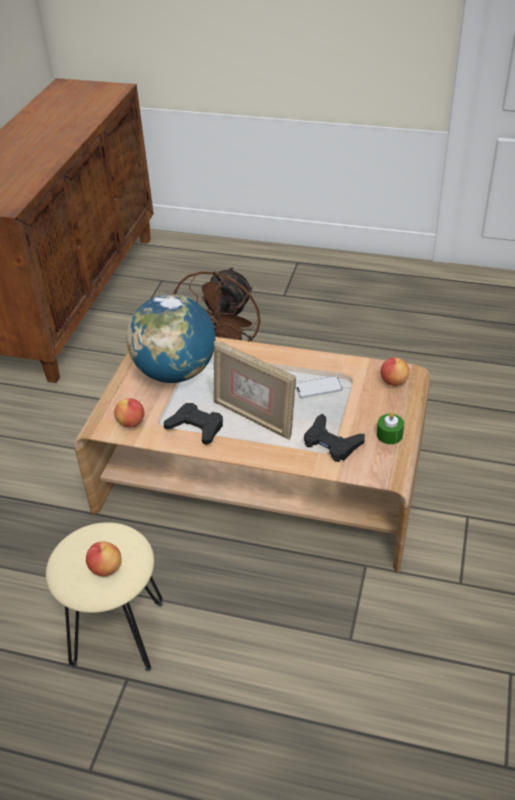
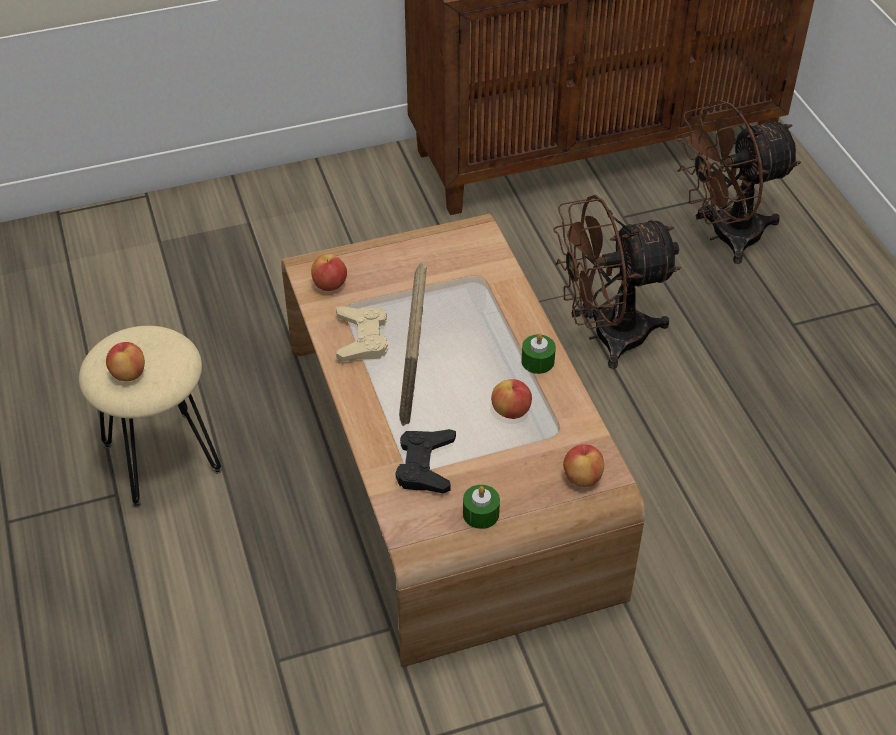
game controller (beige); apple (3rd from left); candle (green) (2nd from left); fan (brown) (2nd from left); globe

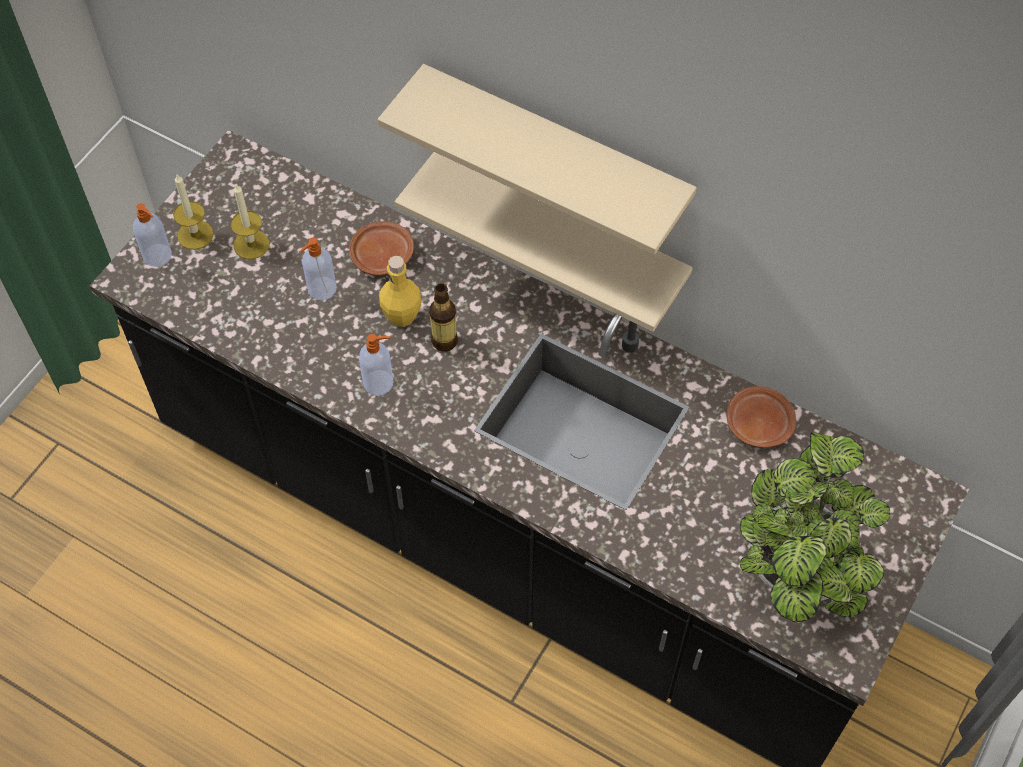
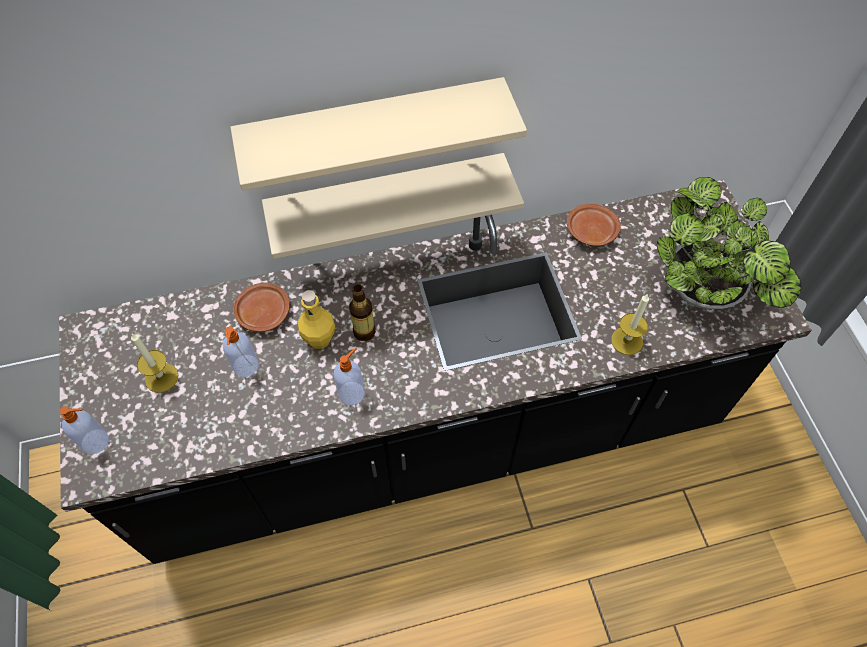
candle (2nd from left)

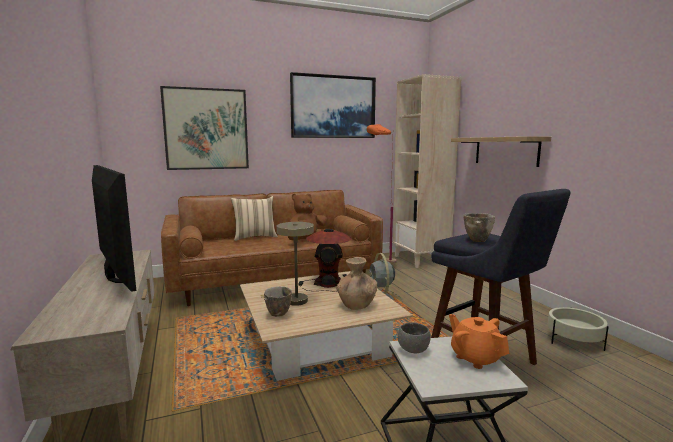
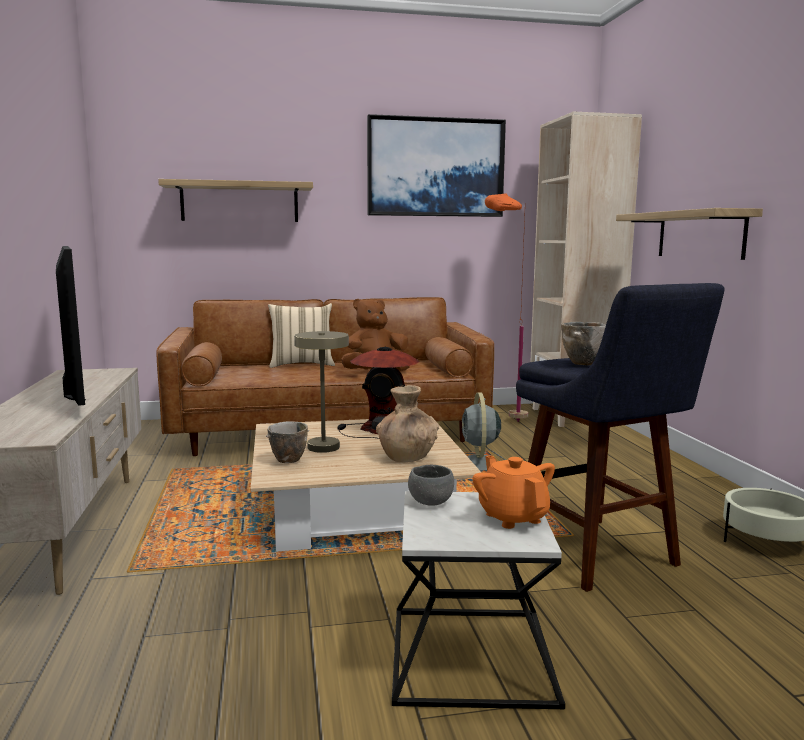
shelf (1st from left)

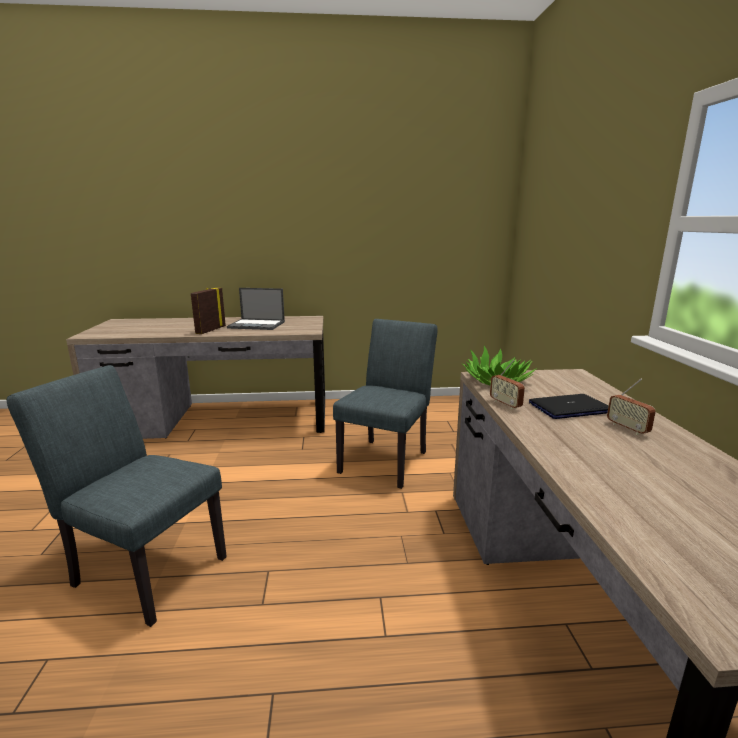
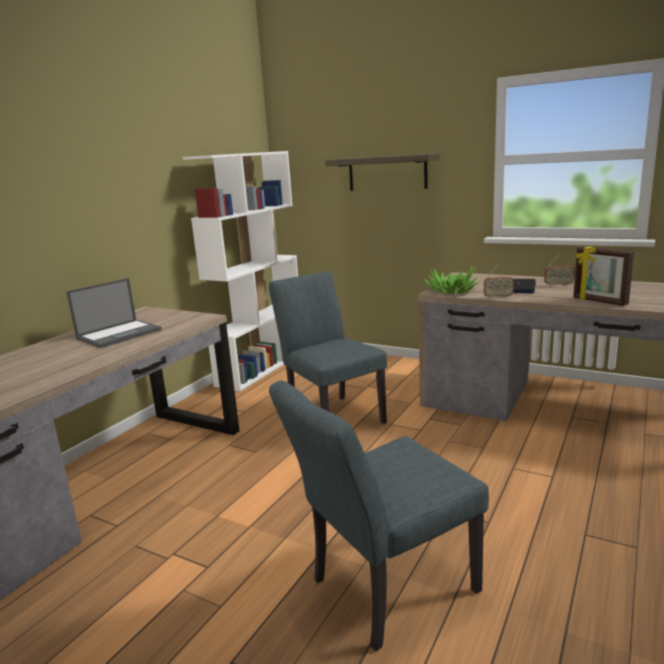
bookcase (white); shelf; picture frame

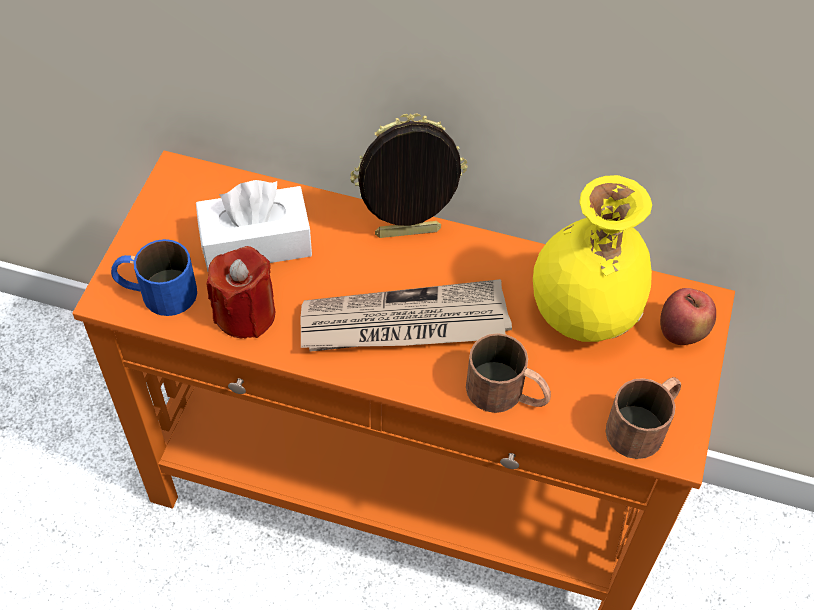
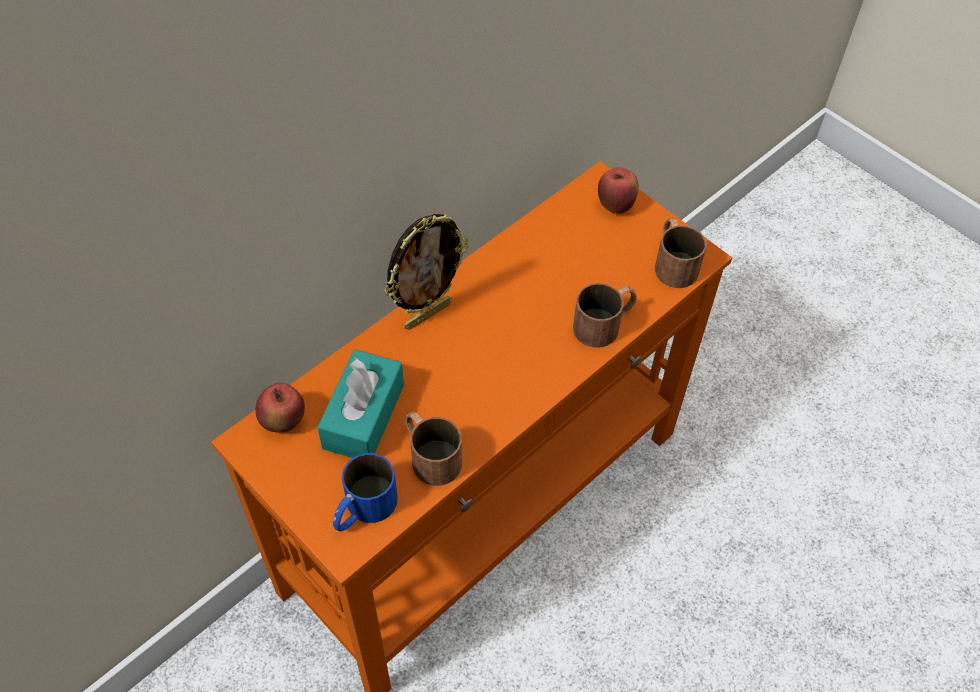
apple (1st from left); tissue box (turquoise); picture frame; mug (brown) (1st from left); newspaper; vase (yellow)

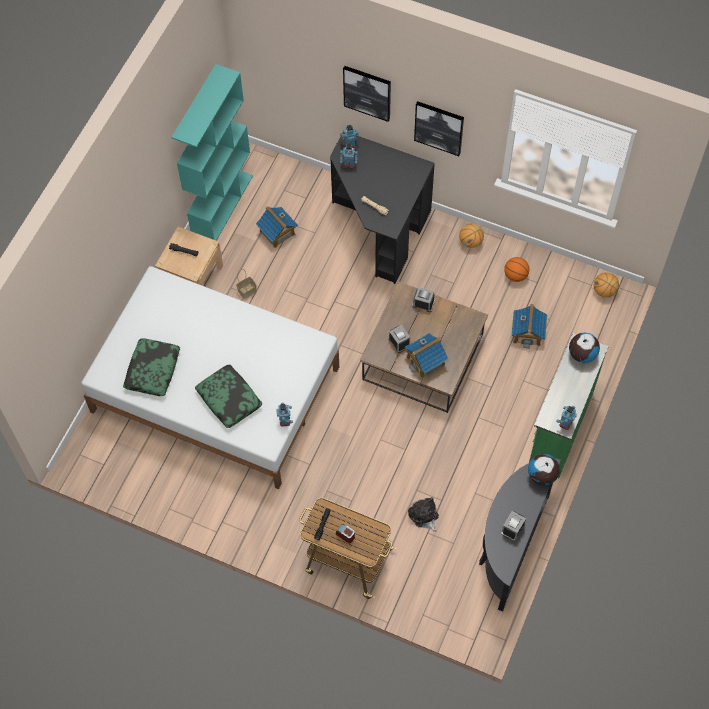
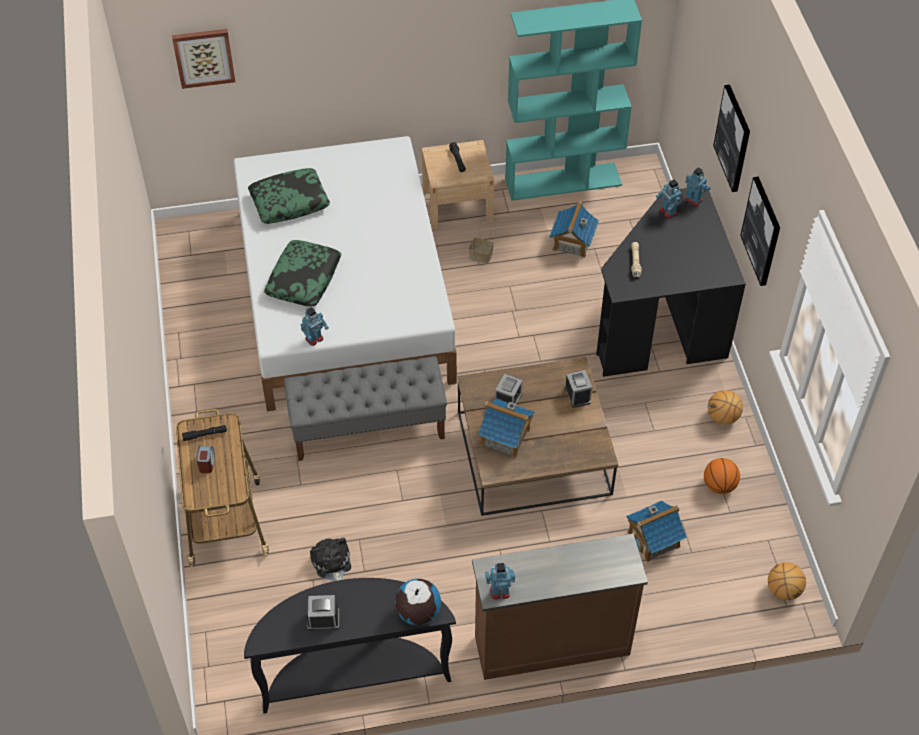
picture (1st from left); bench (grey); plush toy; dresser (brown); globe (2nd from left in the first image)

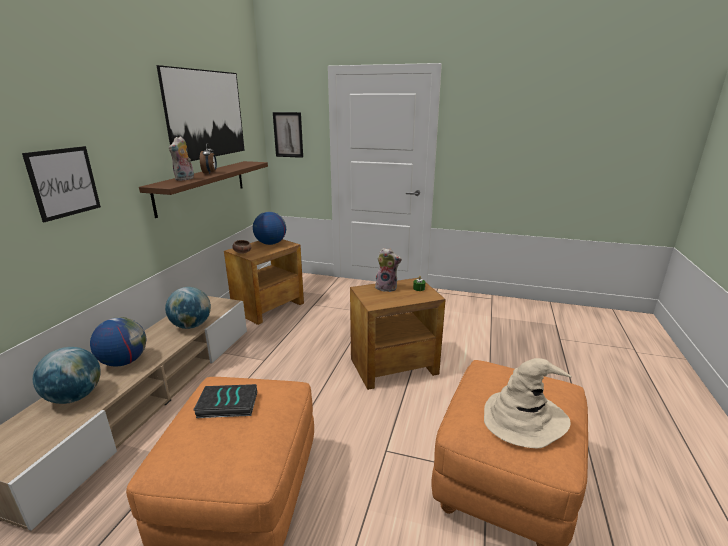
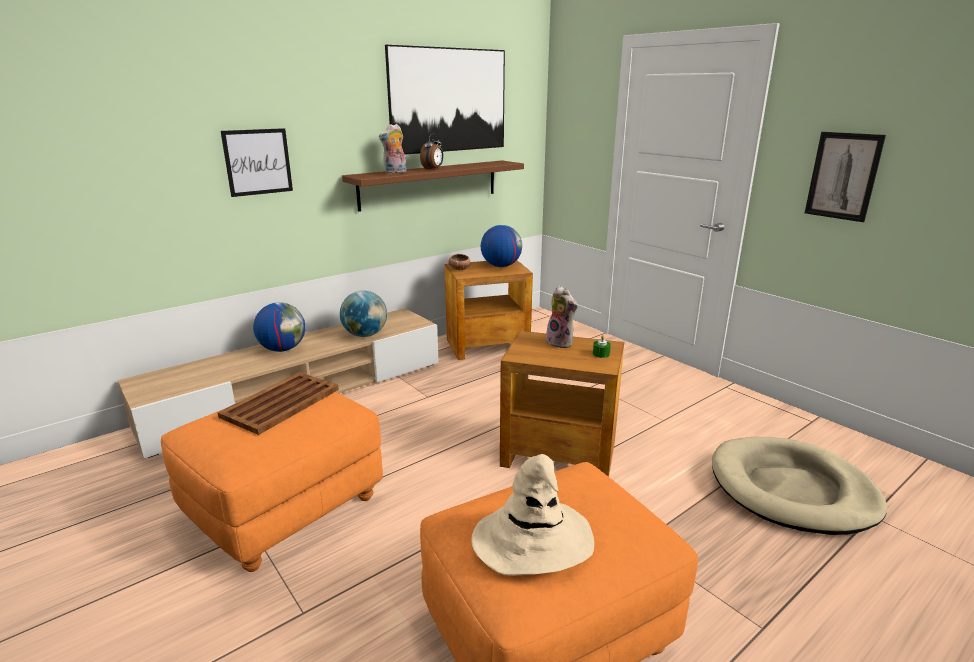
tray (brown); dog bed (beige); picture (3rd from left); globe (1st from left in the first image)

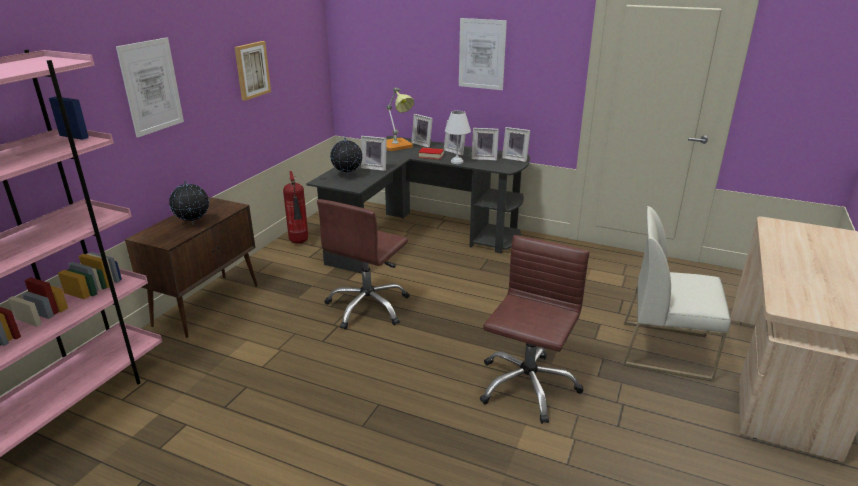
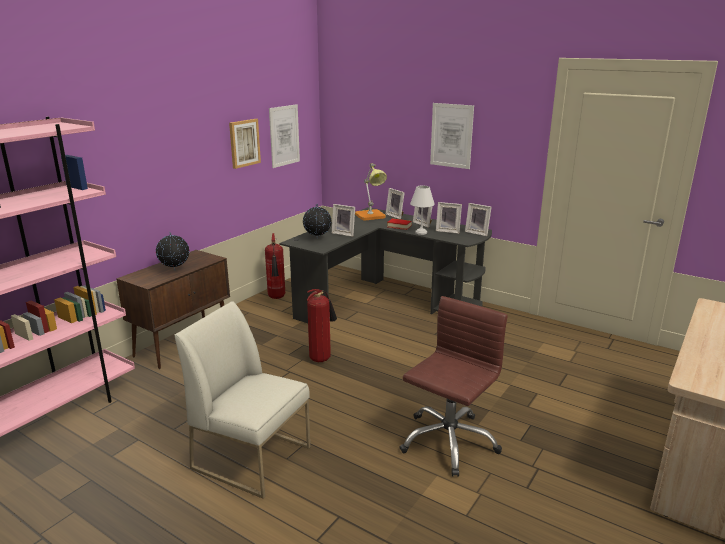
chair (white); picture (2nd from left); fire extinguisher (2nd from left)

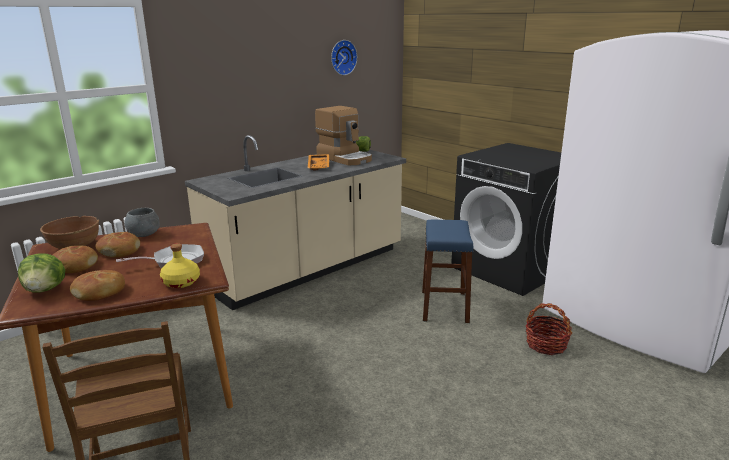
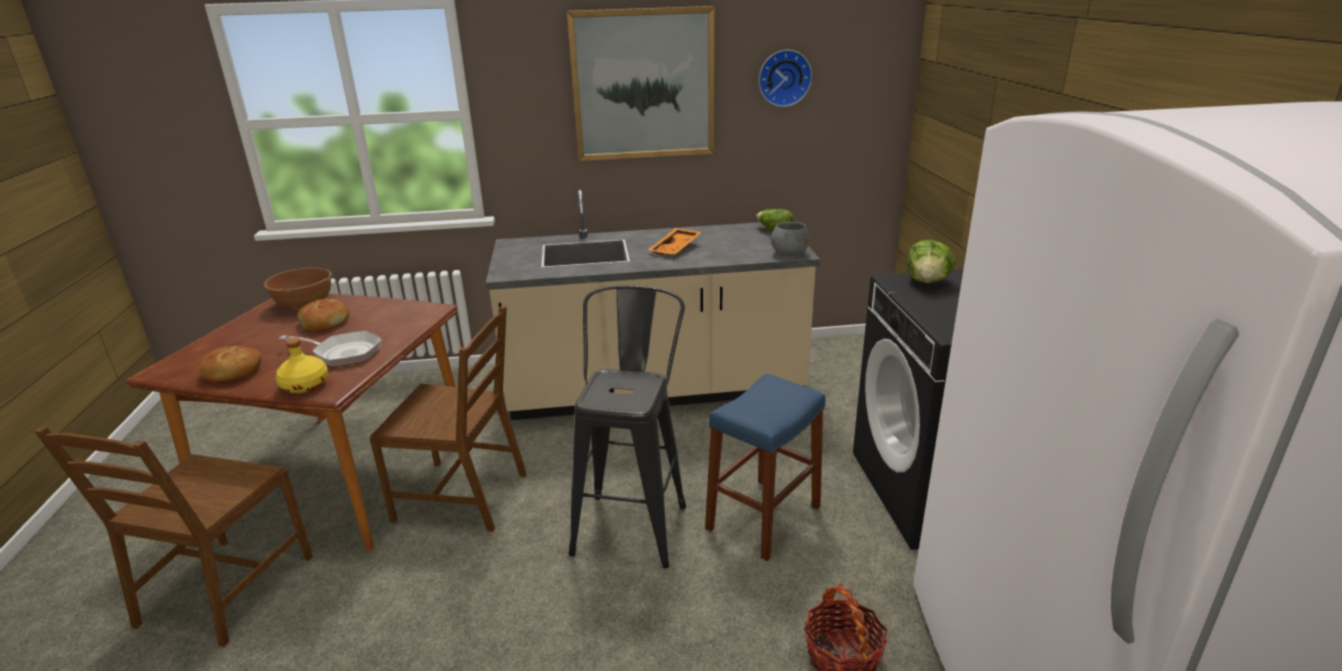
chair (brown) (2nd from left); picture; stool (black); bowl (grey); lettuce (2nd from left); bread (1st from left in the first image); coffee machine

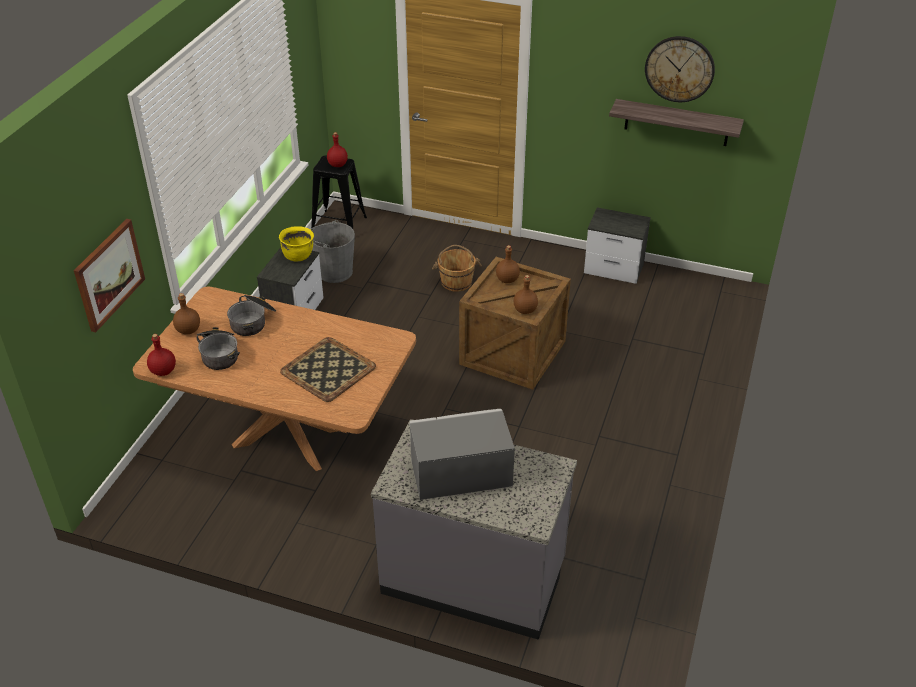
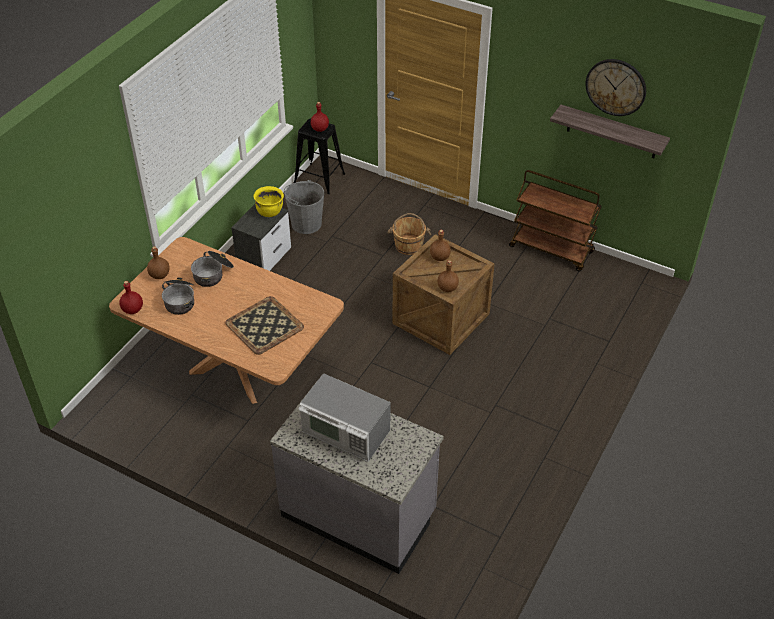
microwave; cart (brown); picture

